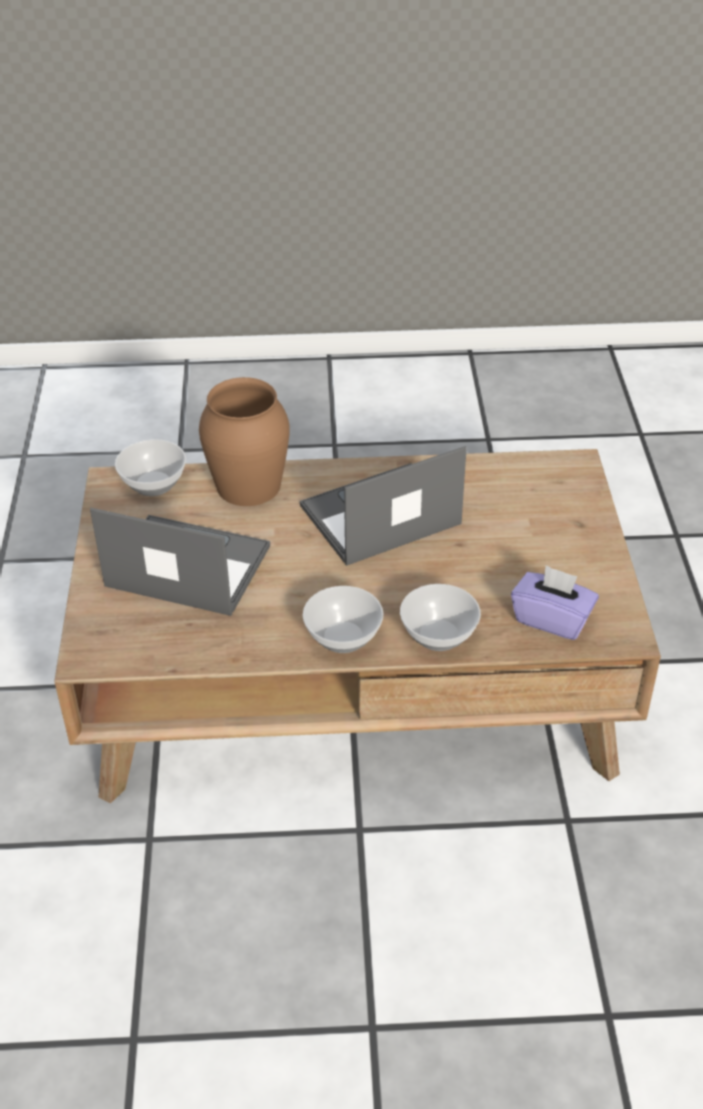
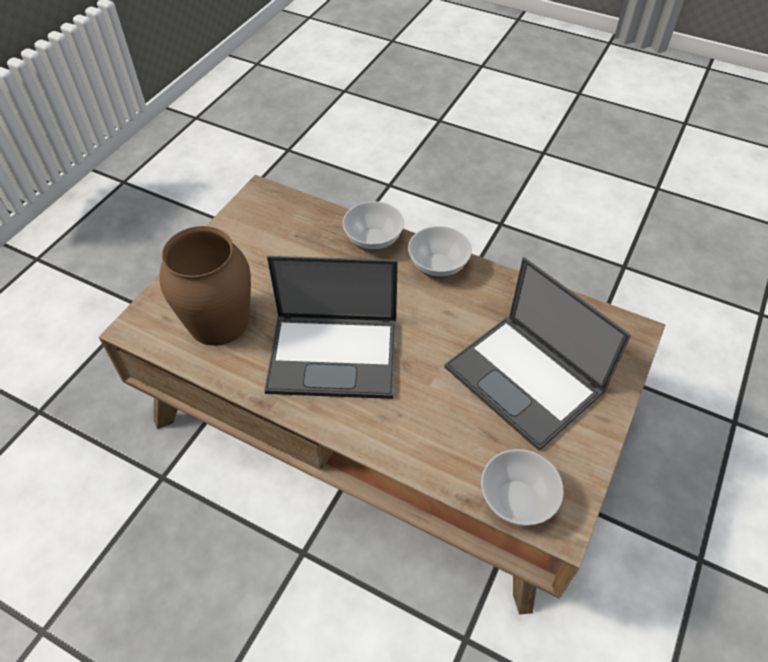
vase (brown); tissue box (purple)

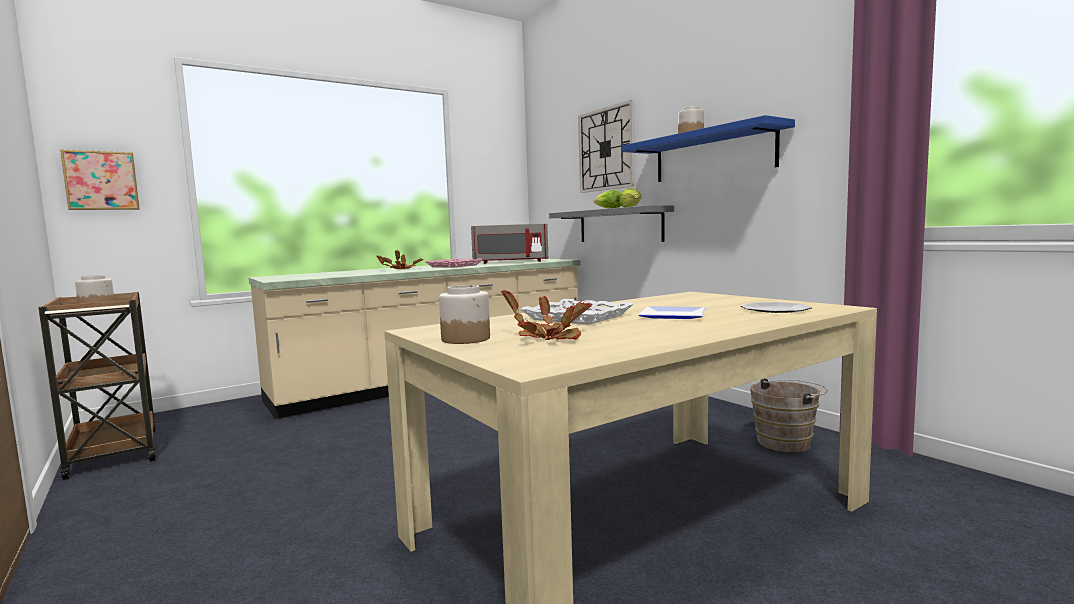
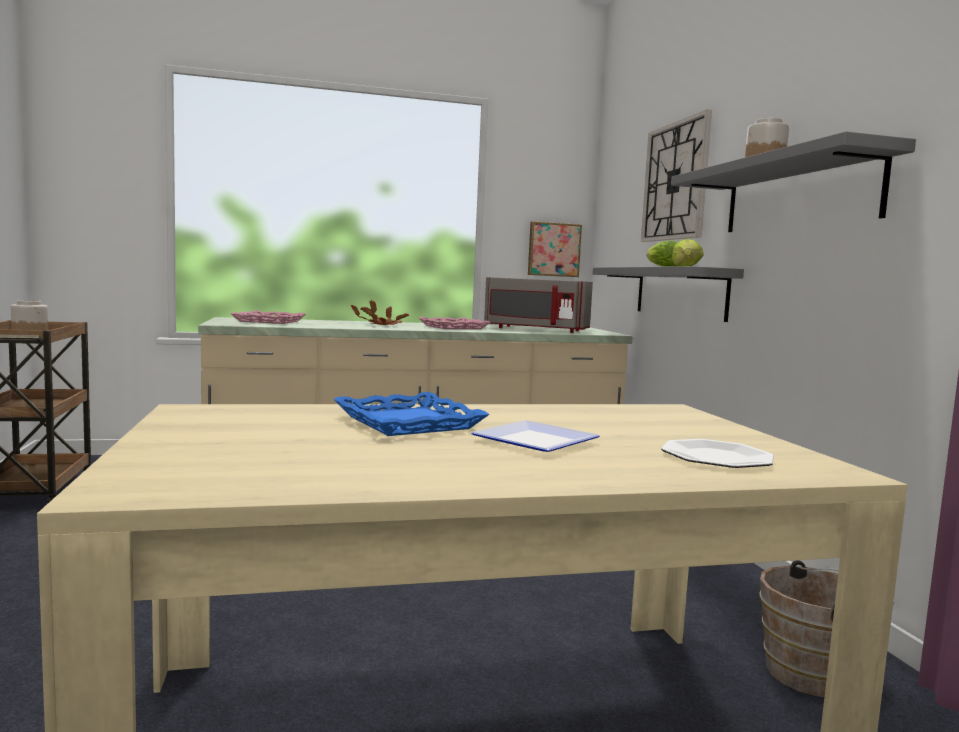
tray (pink) (1st from left); tray (blue); picture; shelf (grey) (2nd from left); jar (2nd from left in the first image); potted plant (2nd from left in the first image)

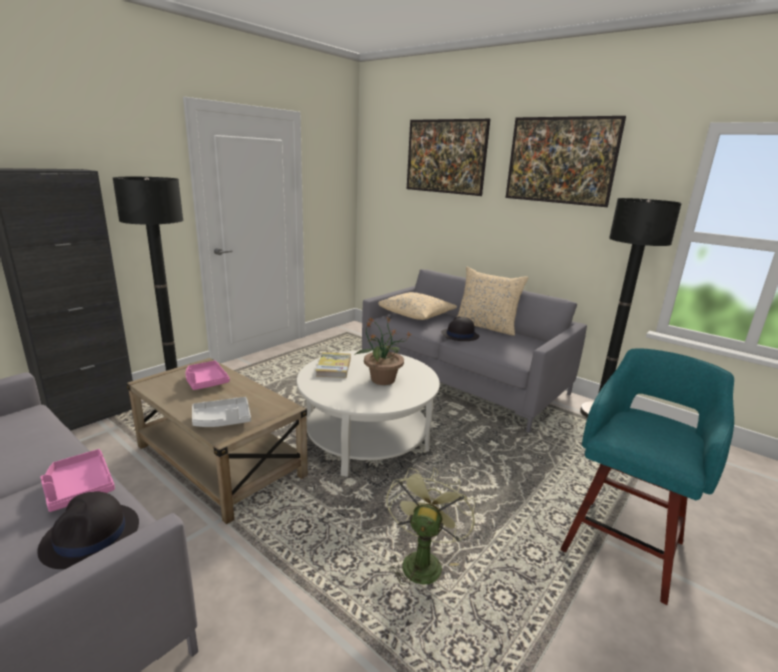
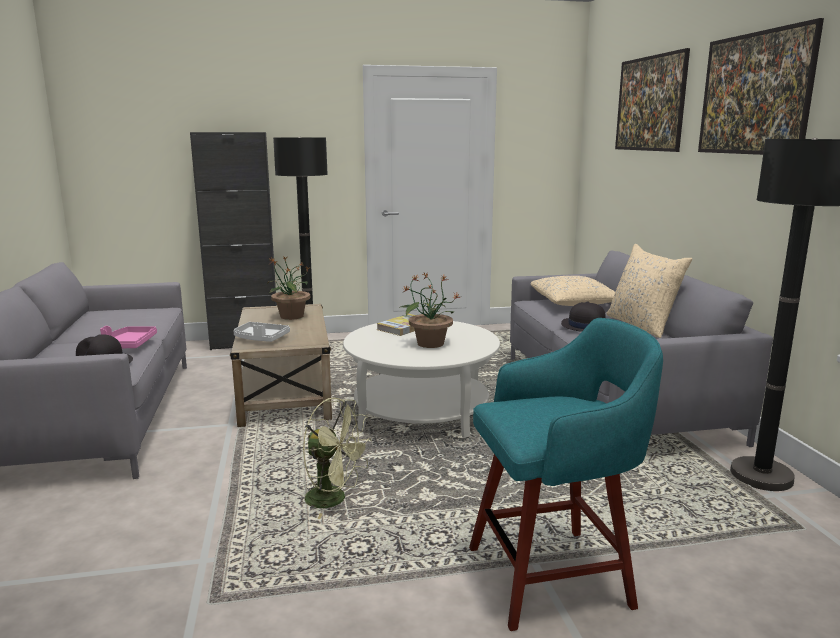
potted plant (1st from left); fan (green)

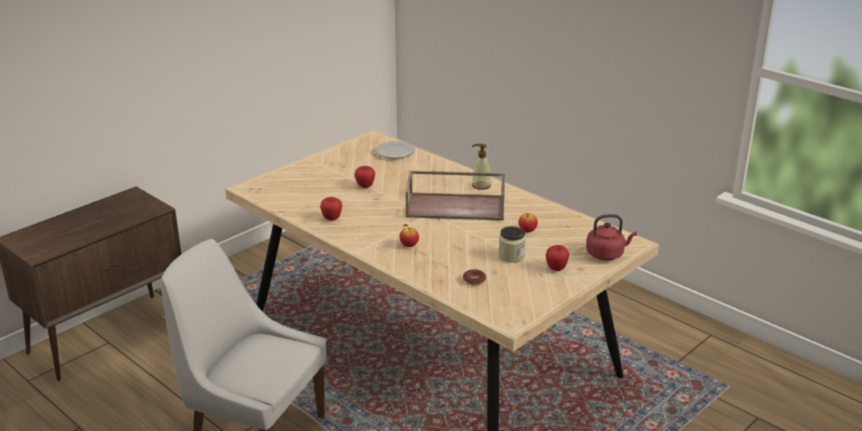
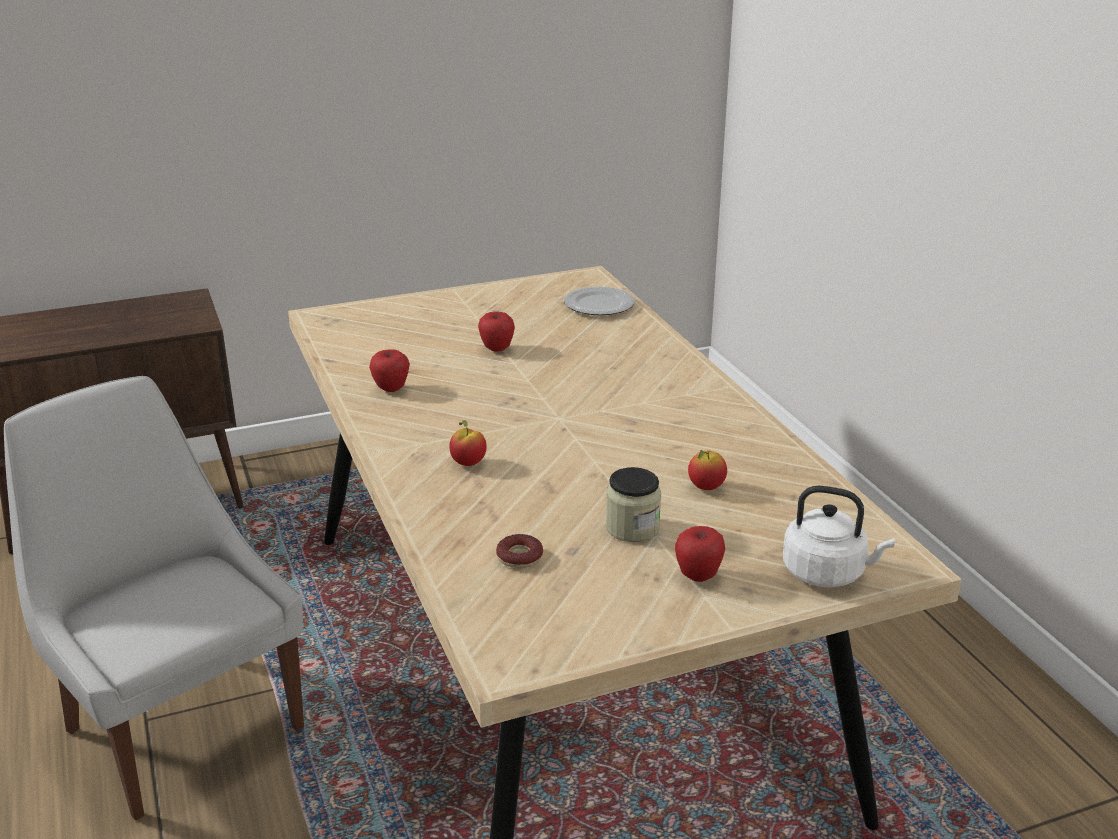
kettle (white); tray (brown); soap dispenser

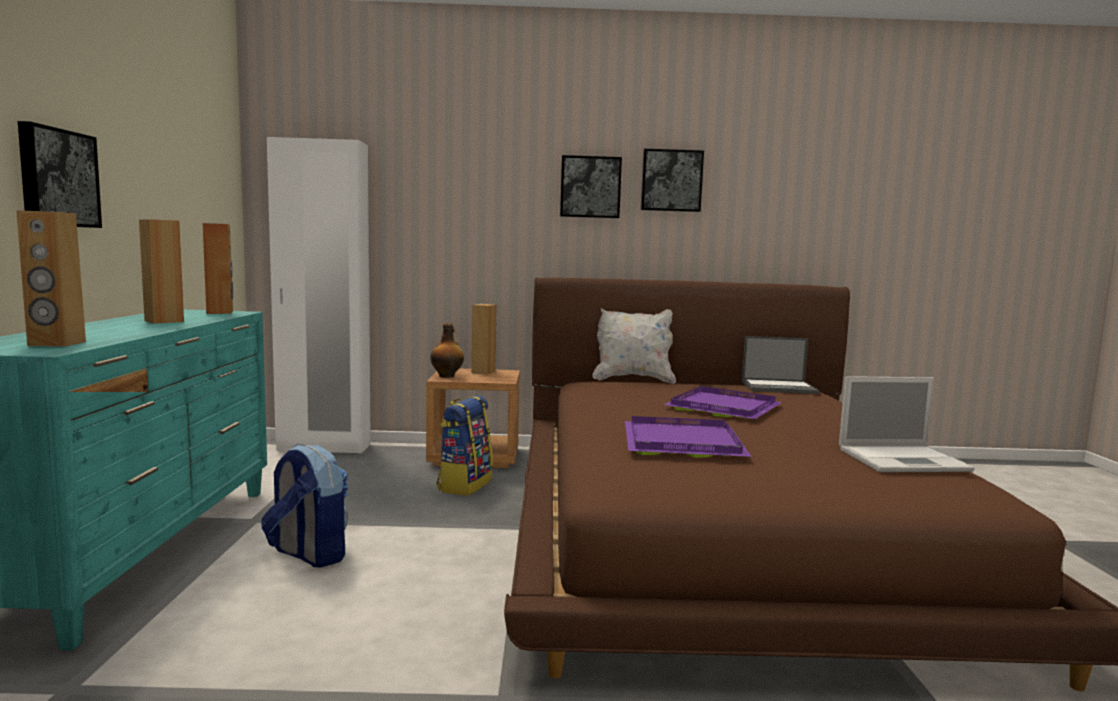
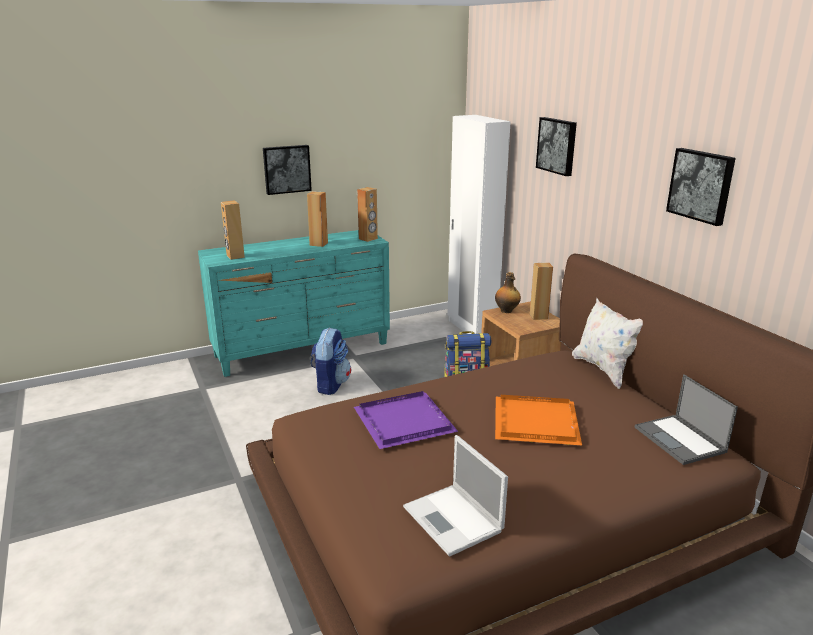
tray (orange); picture (2nd from left)

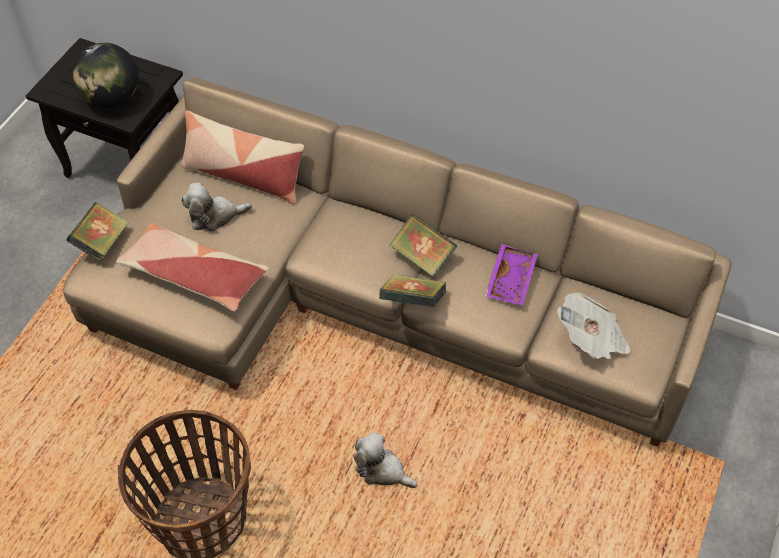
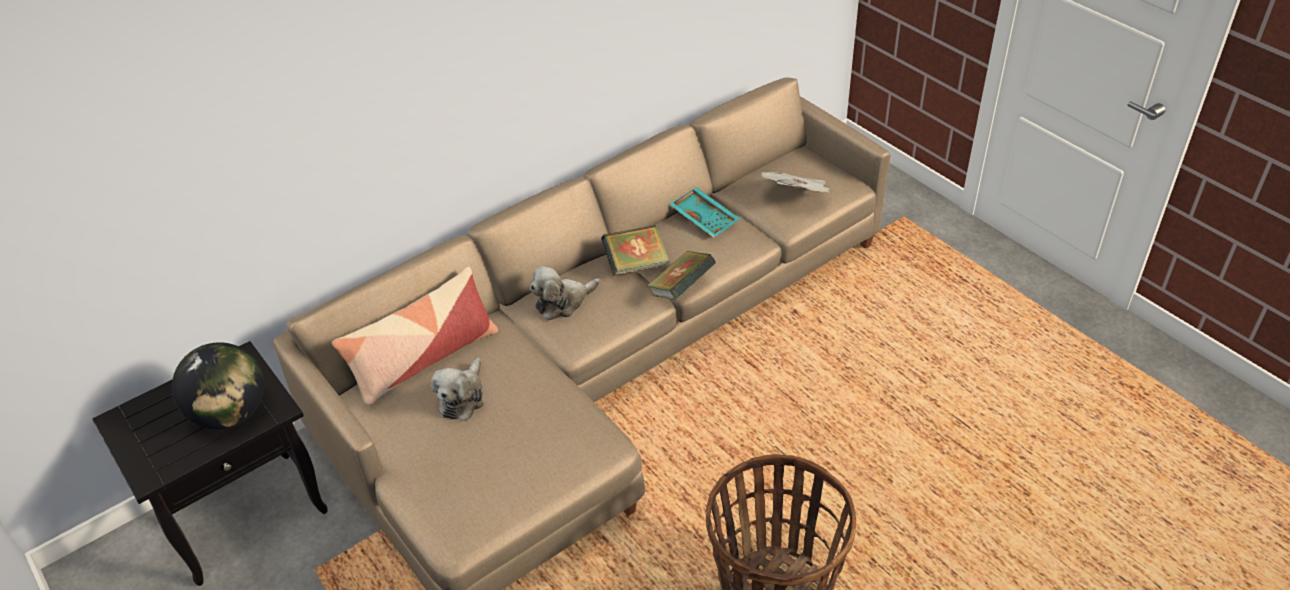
plush toy (2nd from left); tray (turquoise); book (1st from left in the first image); pillow (1st from left in the first image)

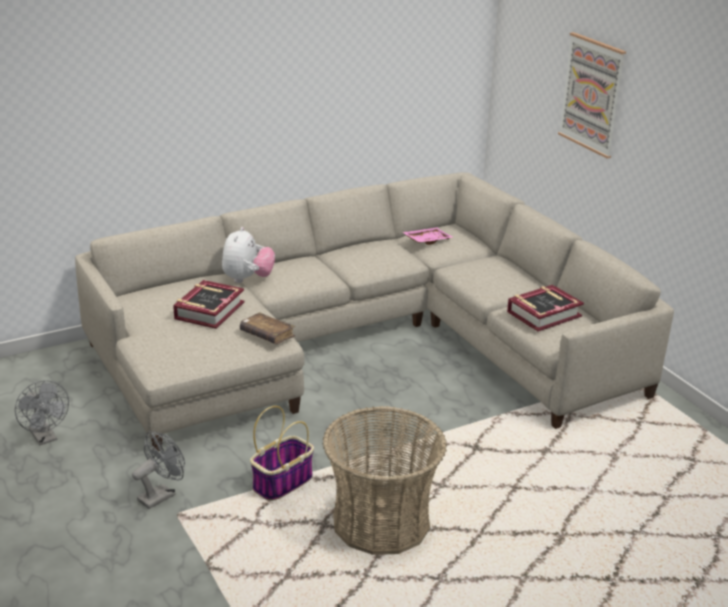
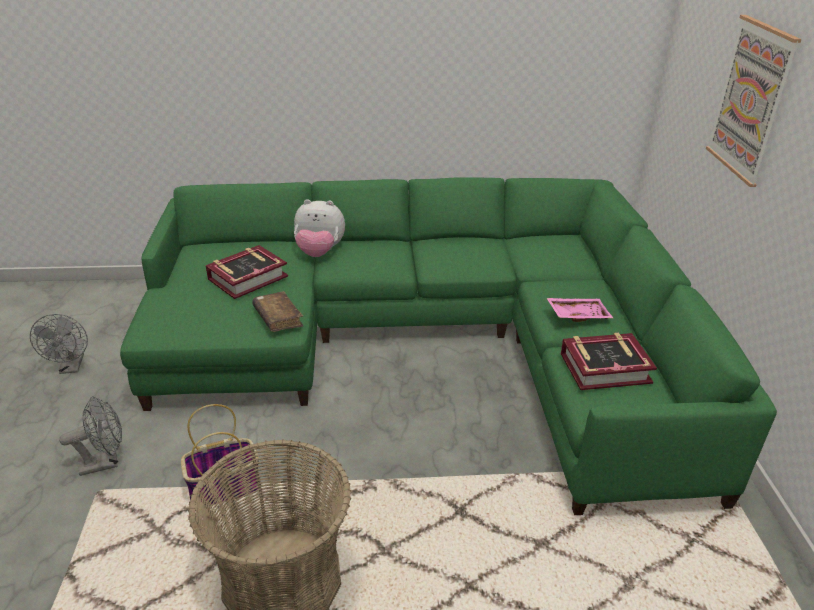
sofa (green); plush toy; tray (pink)

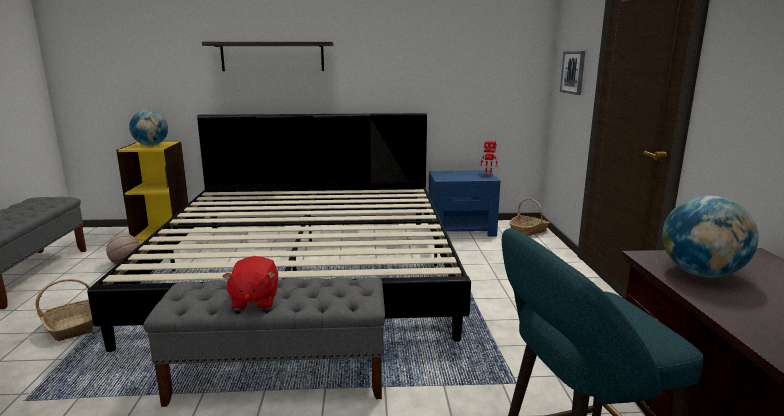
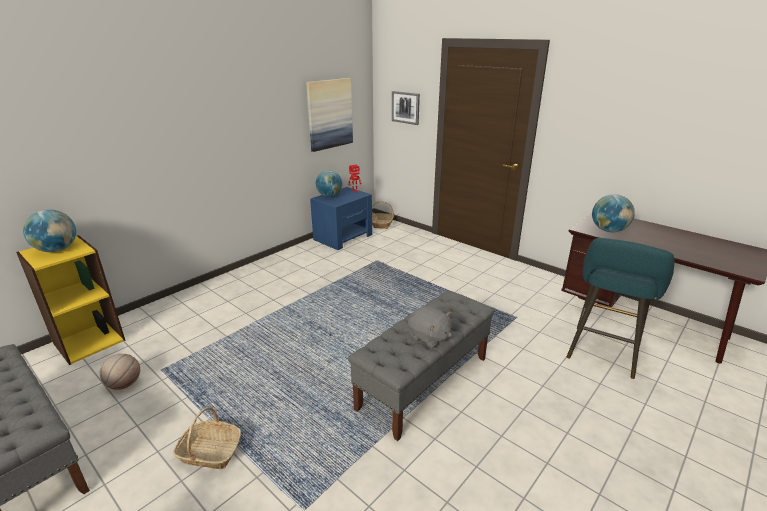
picture (1st from left); globe (2nd from left); plush toy (grey); bed; shelf

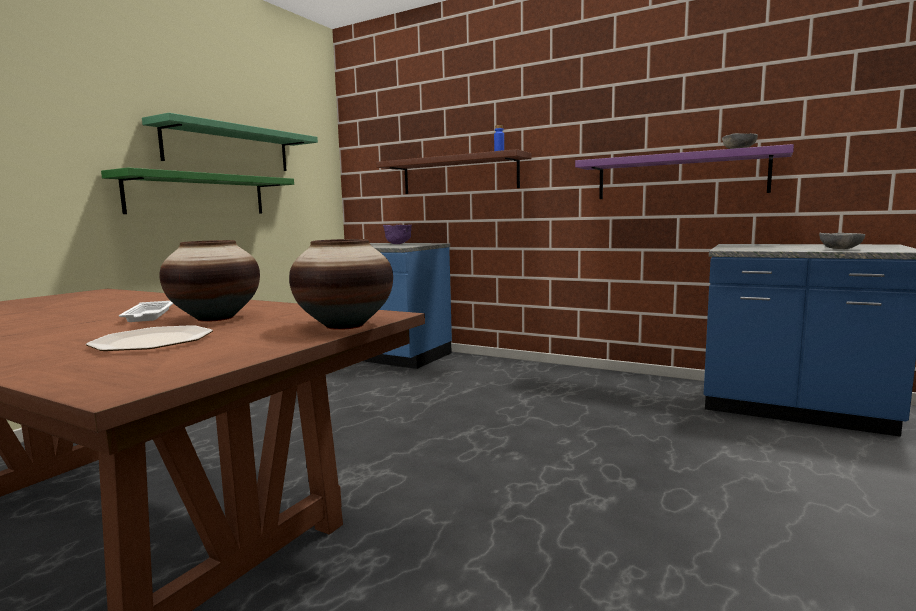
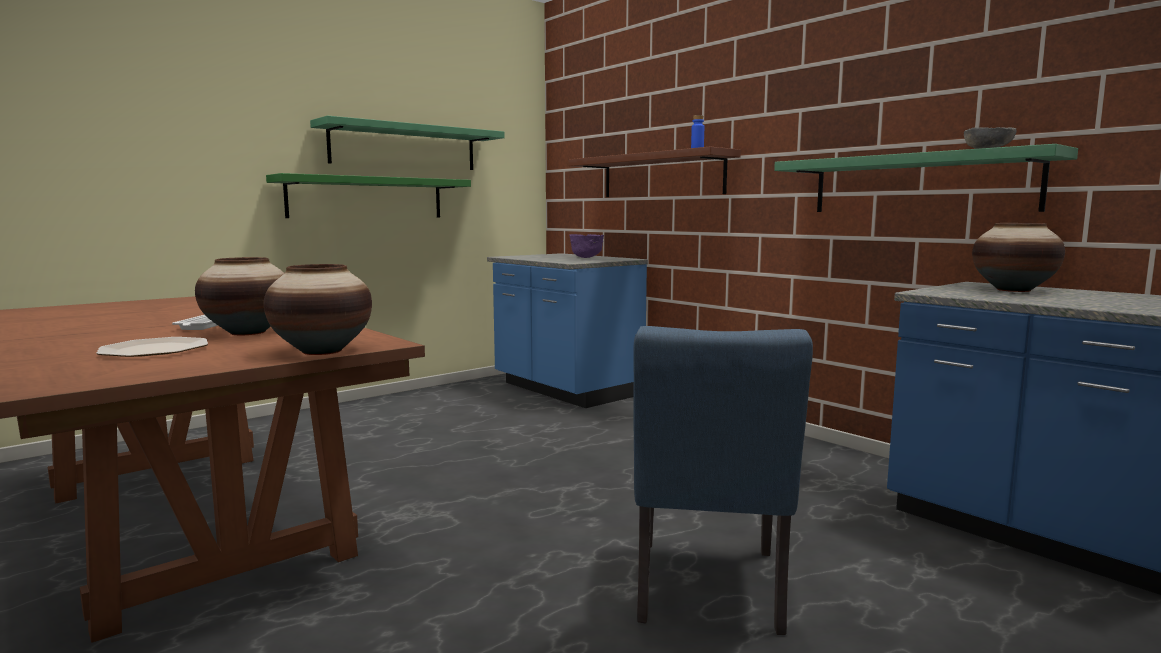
chair (blue); shelf (green) (3rd from left); vase (3rd from left); bowl (grey) (2nd from left in the first image)

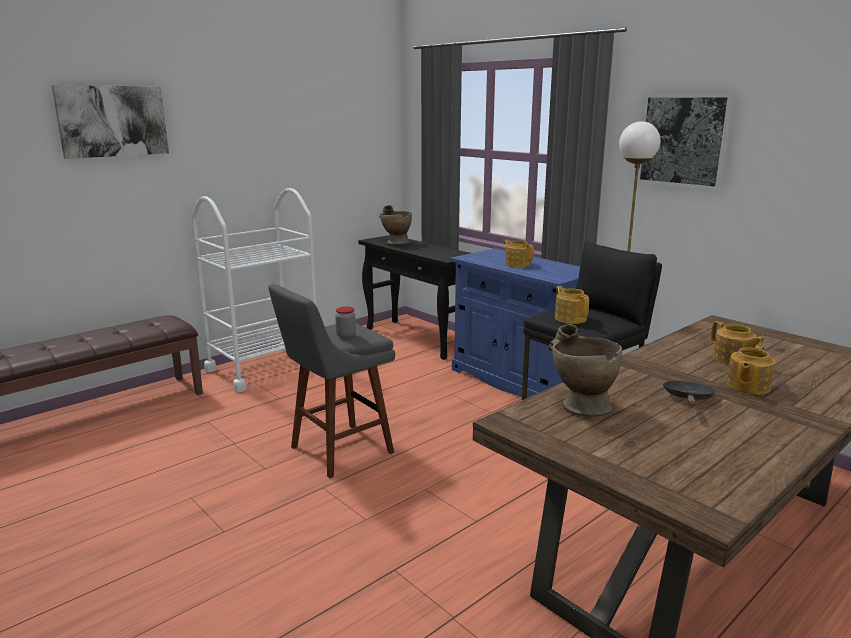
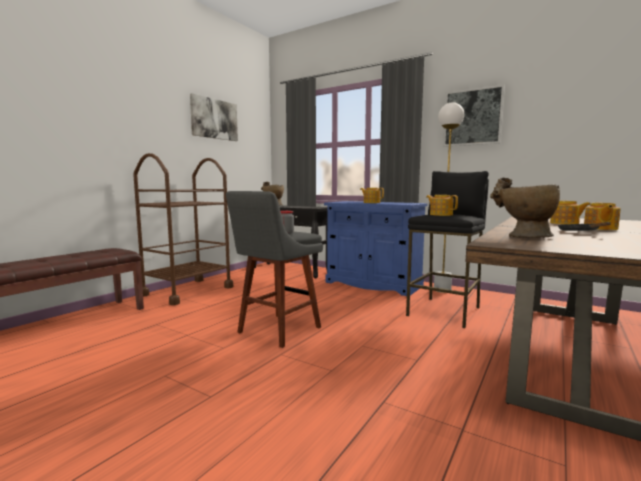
cart (brown); picture (1st from left)

